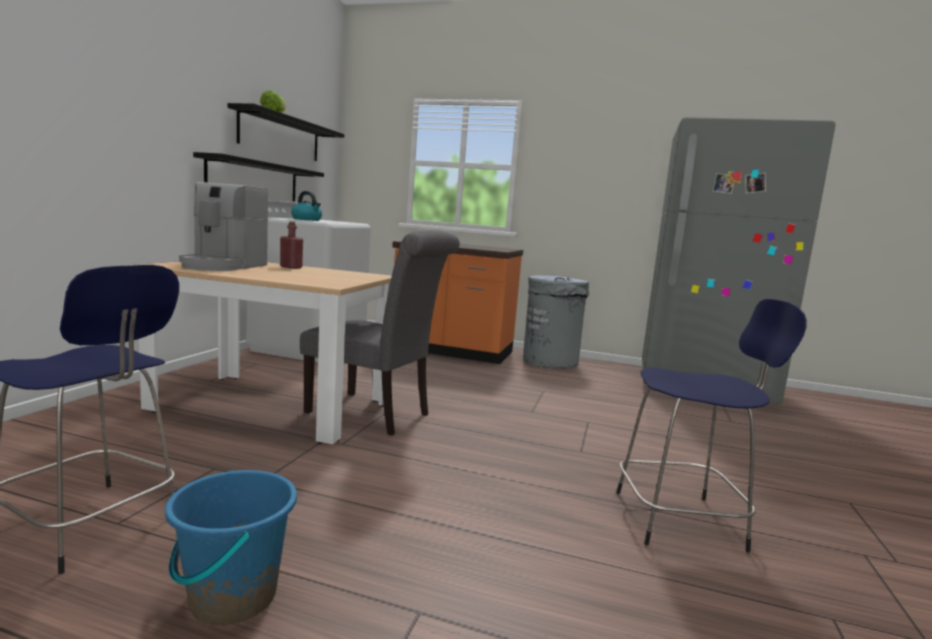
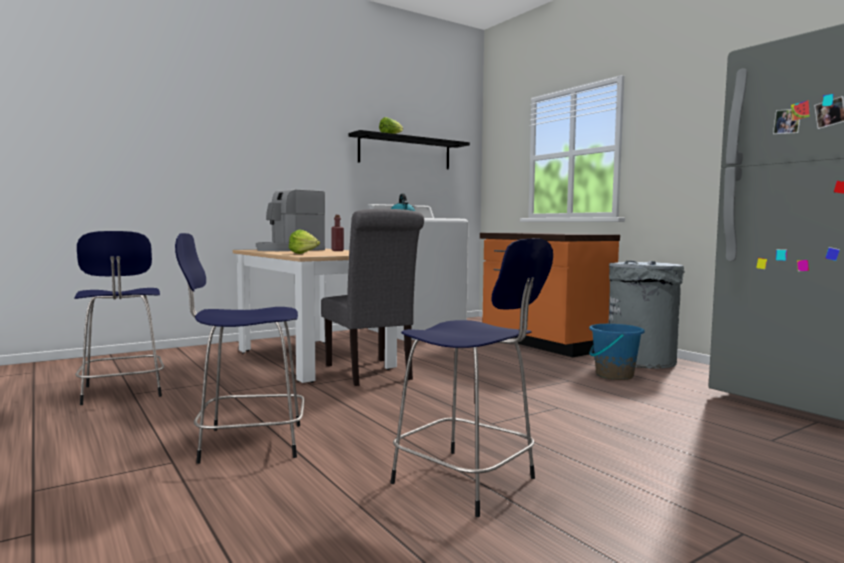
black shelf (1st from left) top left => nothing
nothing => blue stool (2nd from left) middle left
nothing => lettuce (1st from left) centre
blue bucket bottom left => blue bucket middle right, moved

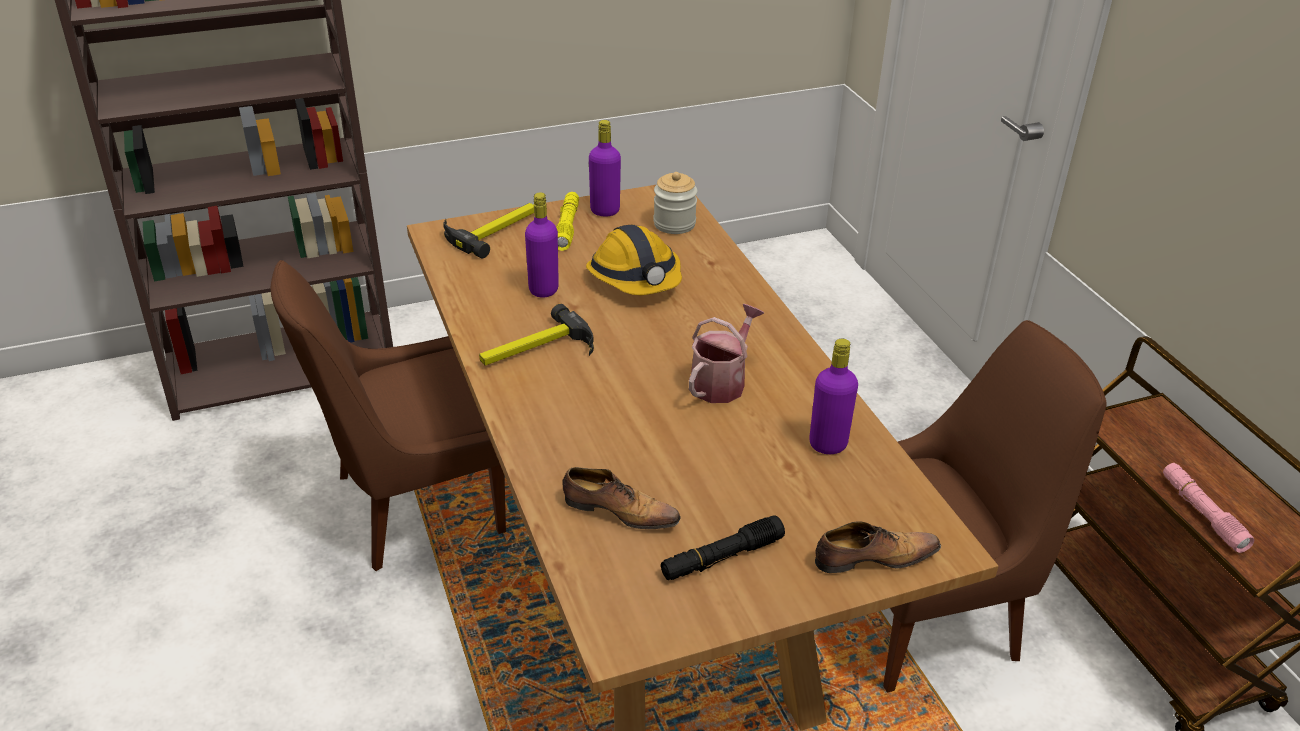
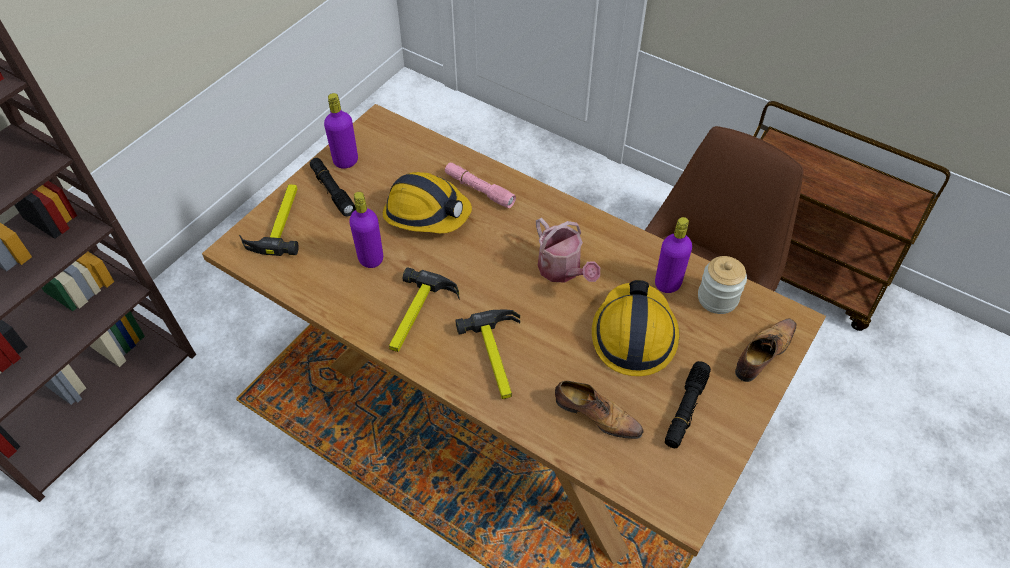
brown chair (1st from left) middle left => nothing
nothing => hammer (3rd from left) centre
nothing => hard hat (2nd from left) centre
jar top centre => jar middle right, moved
pink flashlight bottom right => pink flashlight top centre, moved
yellow flashlight top centre => black flashlight (1st from left) top left
shoe (1st from left) bottom centre, 45 degrees clockwise
watering can centre, 150 degrees clockwise

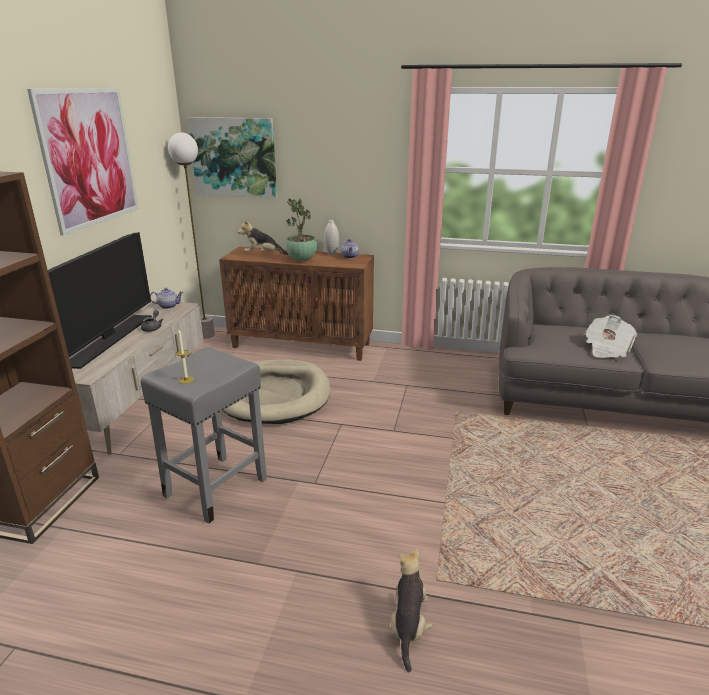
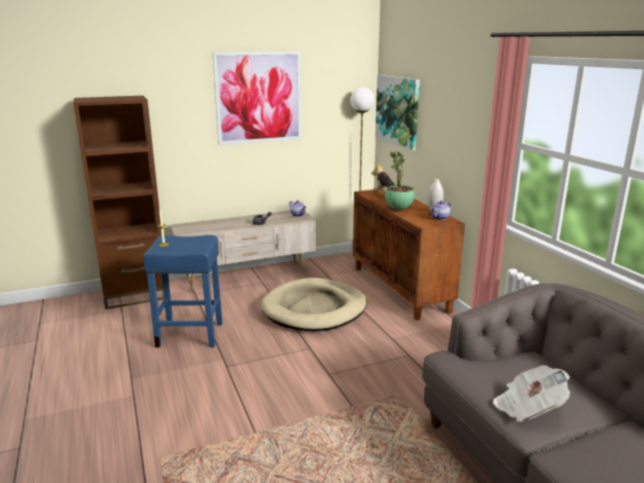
television middle left => nothing
plush toy (2nd from left) bottom centre => nothing
grey stool middle left => blue stool middle left

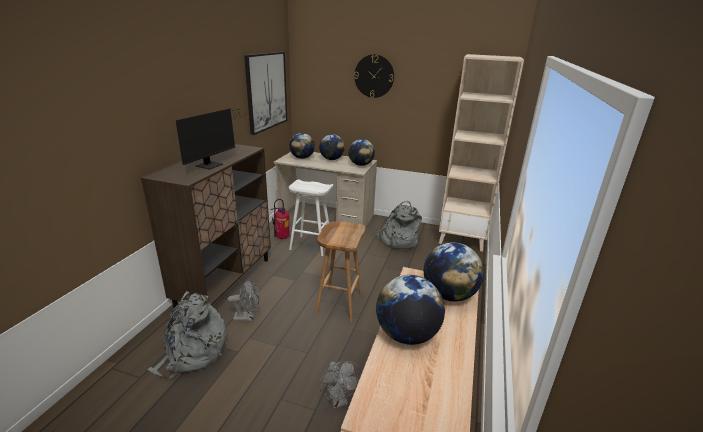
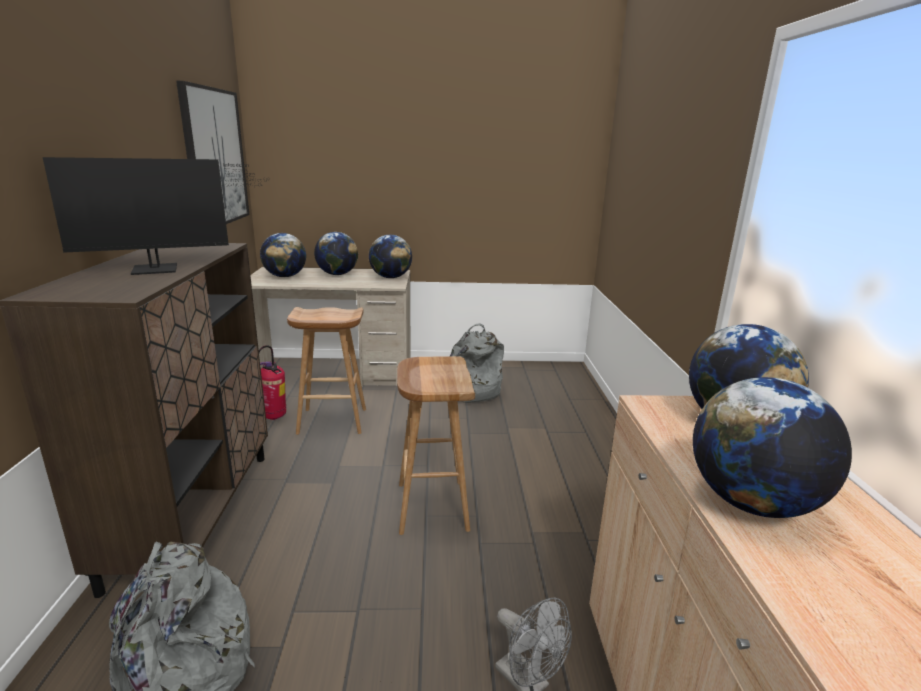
grey fan (1st from left) bottom centre => nothing
wall clock top centre => nothing
beige bookcase middle right => nothing
white stool centre => brown stool (1st from left) centre
monitor top left, 60 degrees clockwise

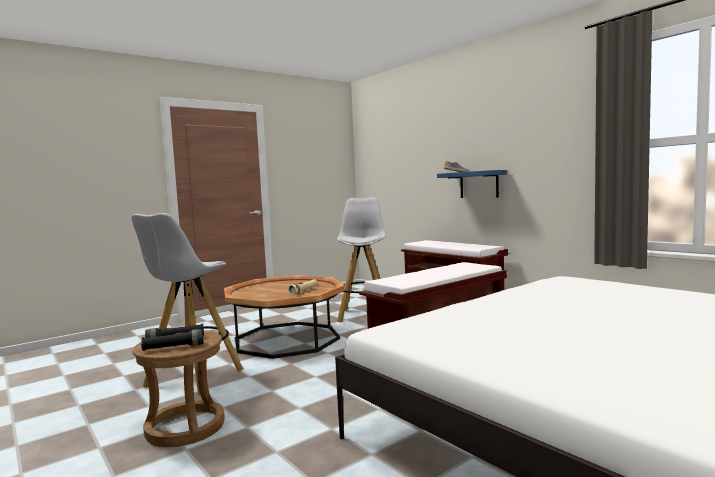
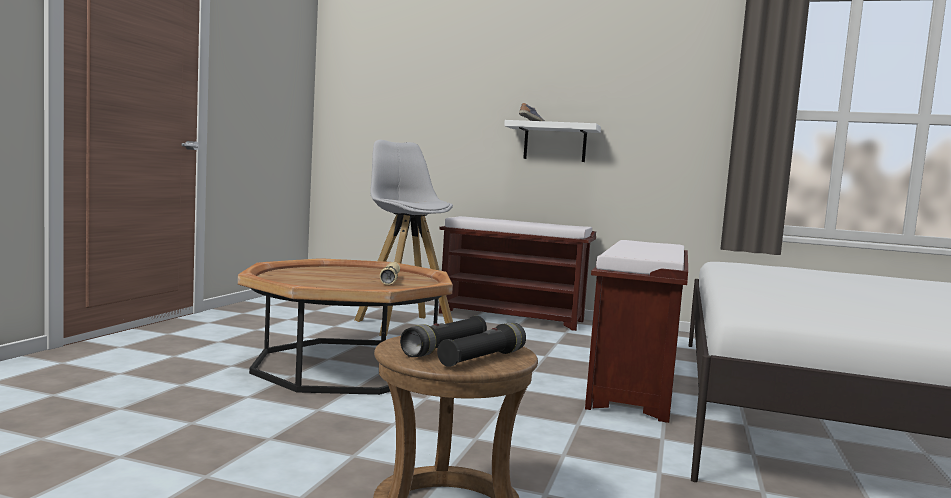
white stool (1st from left) middle left => nothing
blue shelf centre => white shelf top centre

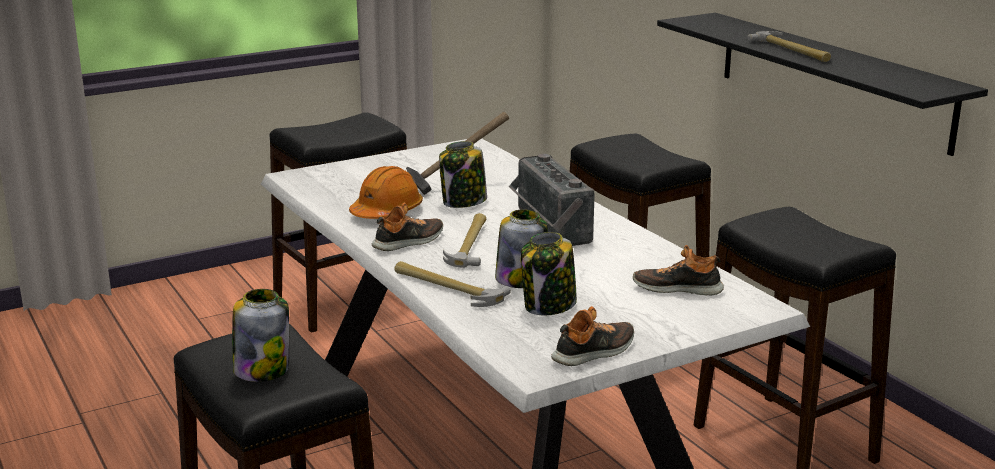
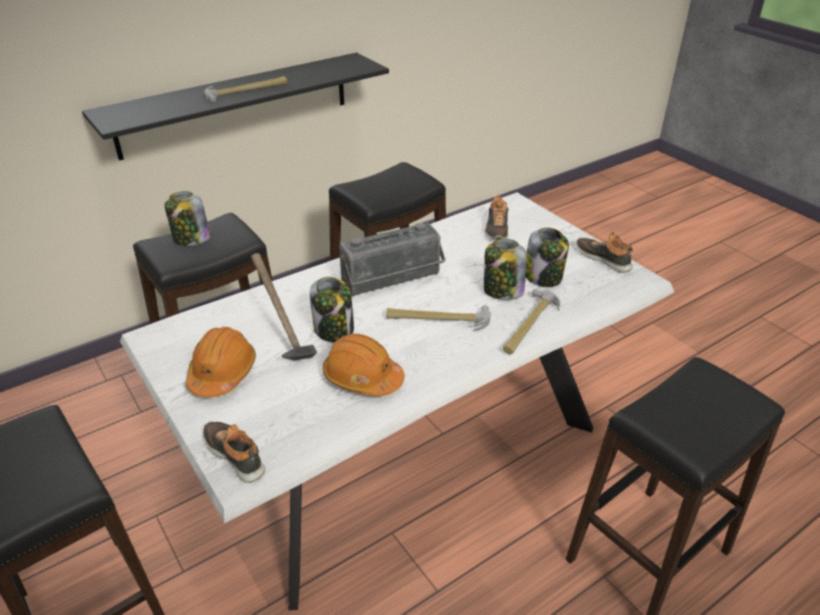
nothing => orange hard hat (1st from left) middle left
jar (1st from left) bottom left => jar (1st from left) middle left, moved
shoe (1st from left) centre => shoe (1st from left) bottom left, moved

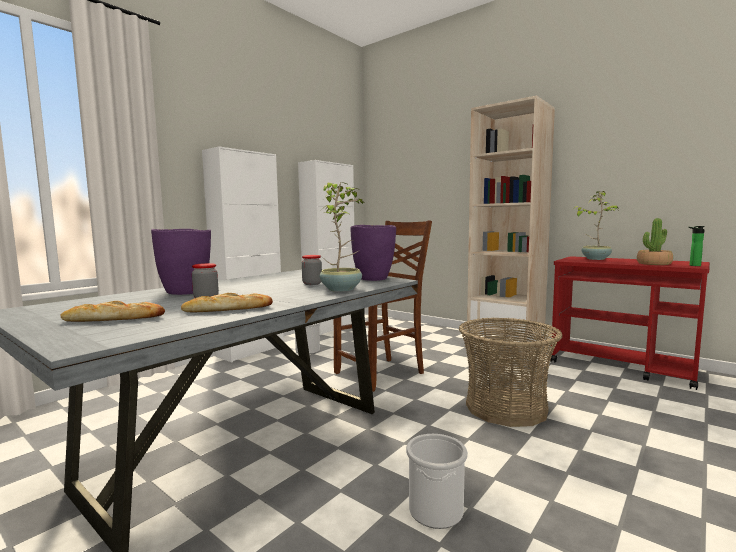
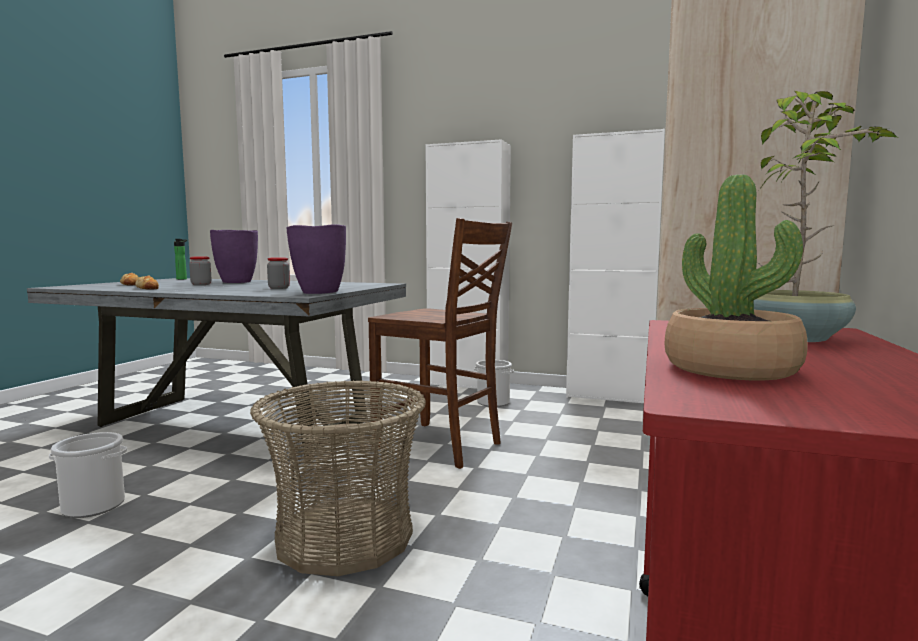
potted plant (1st from left) centre => nothing
bottle middle right => bottle middle left, moved

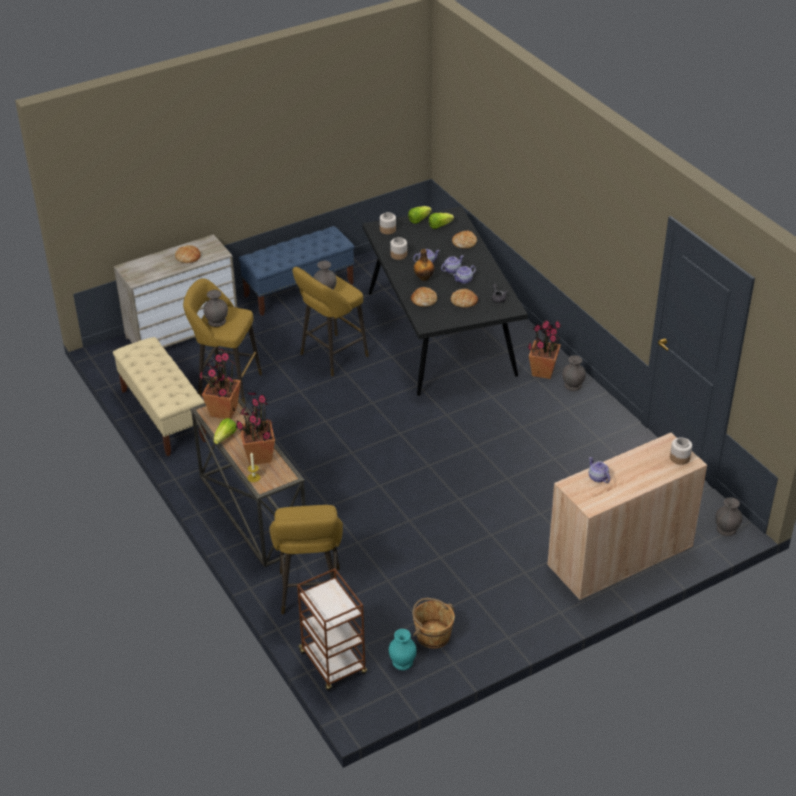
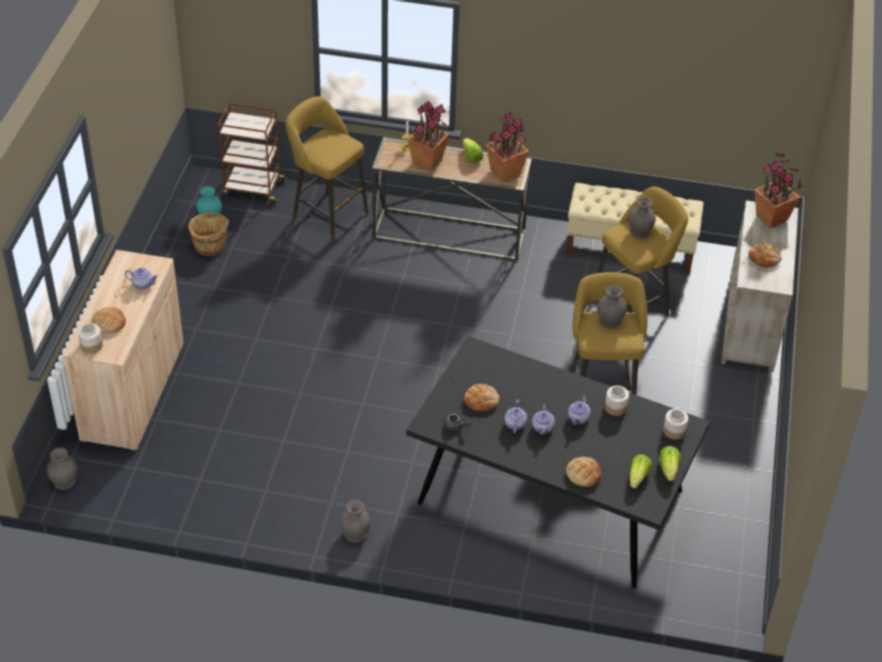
blue bench centre => nothing
bottle top centre => nothing
bread (2nd from left in the first image) centre => bread (1st from left) middle left, moved
potted plant (3rd from left) middle right => potted plant (3rd from left) top right, moved

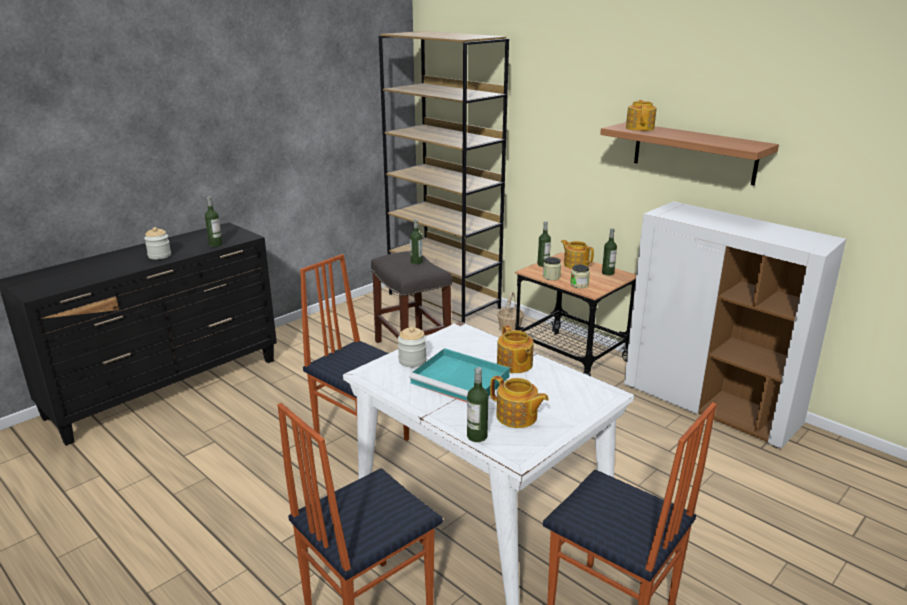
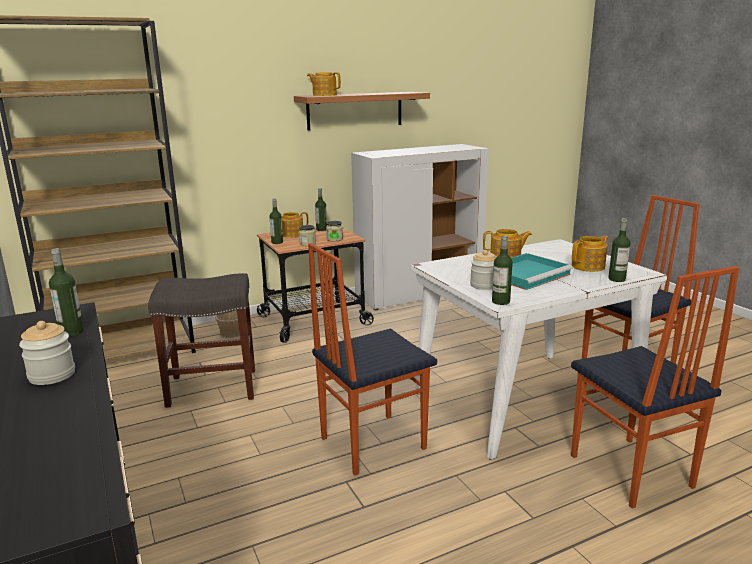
bottle (2nd from left in the first image) centre => bottle (4th from left) middle right, moved

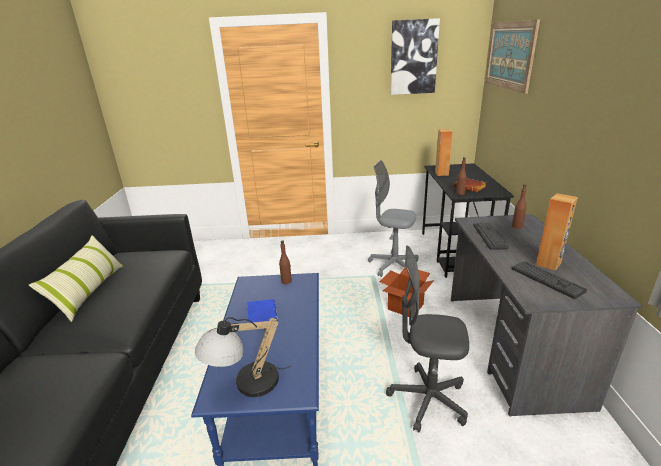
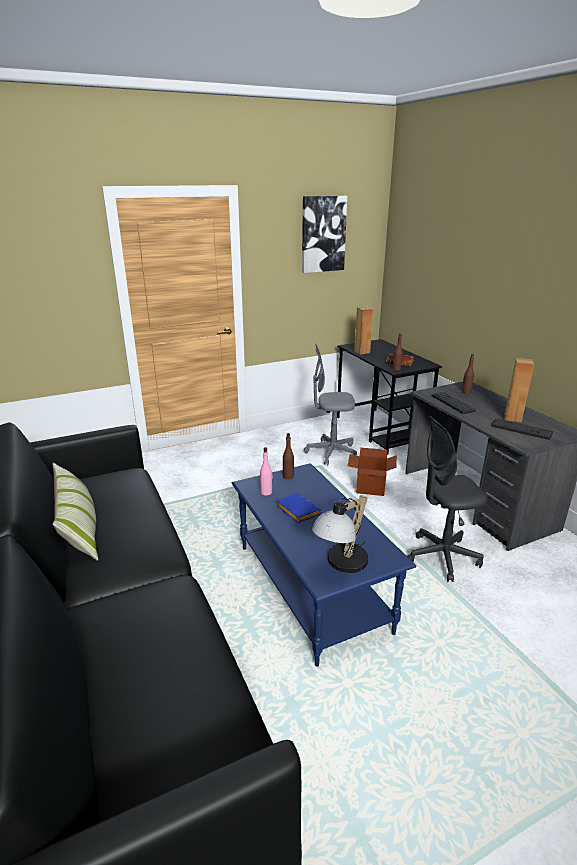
picture (2nd from left) top right => nothing
nothing => pink bottle centre

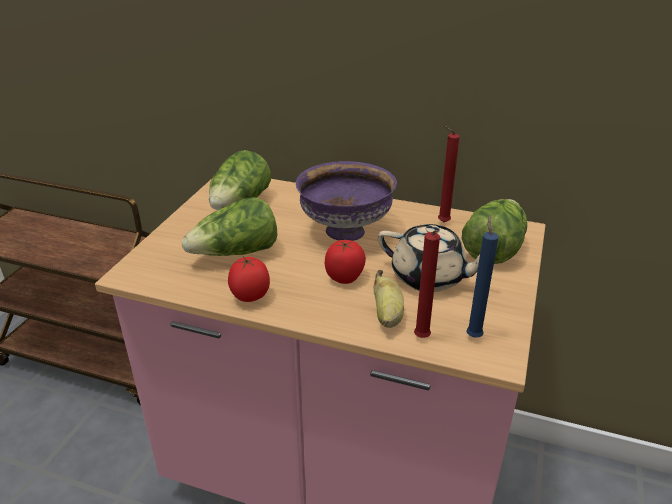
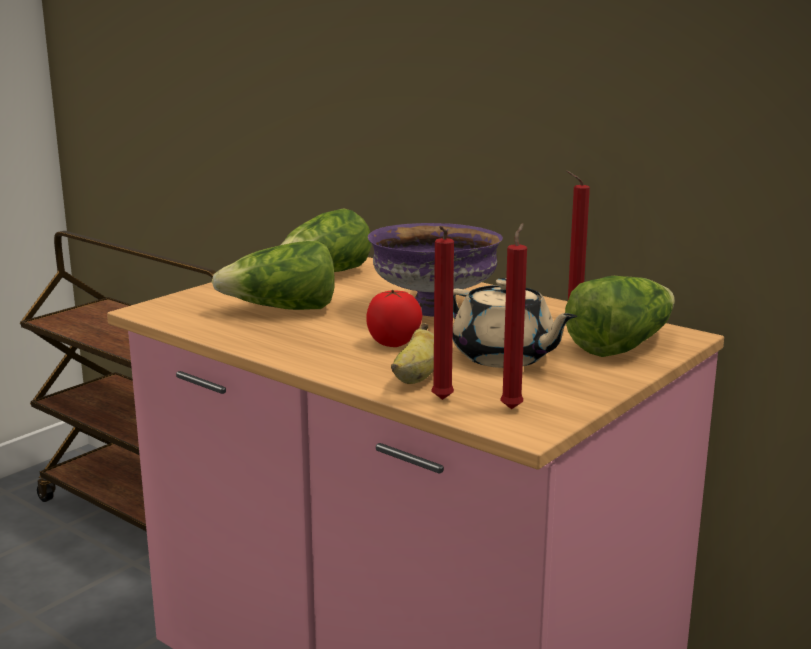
tomato (1st from left) centre => nothing
blue candle middle right => red candle (2nd from left) centre

